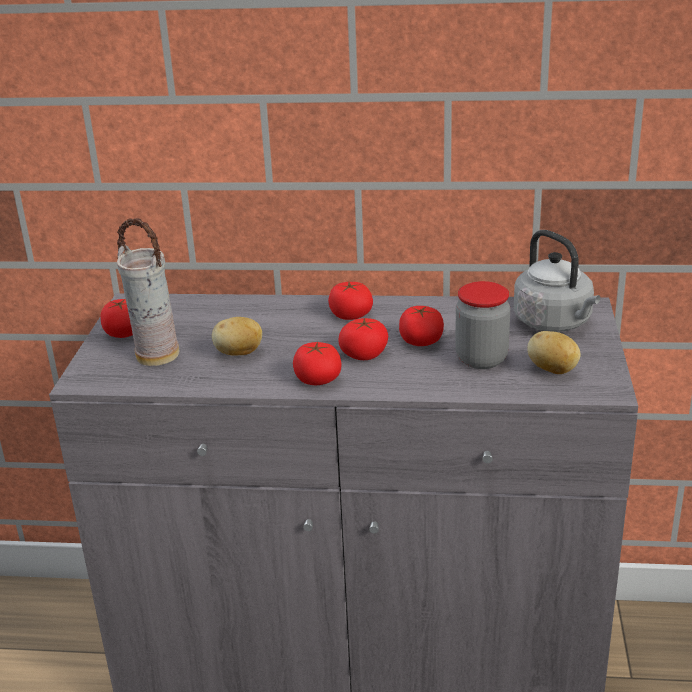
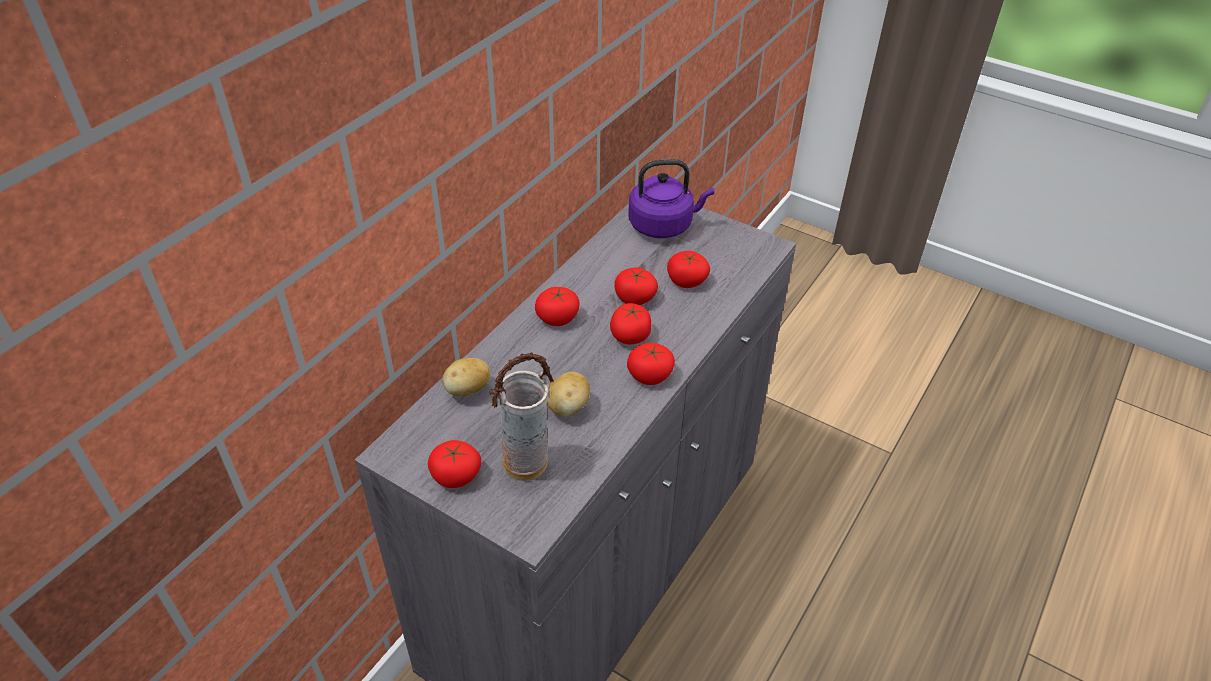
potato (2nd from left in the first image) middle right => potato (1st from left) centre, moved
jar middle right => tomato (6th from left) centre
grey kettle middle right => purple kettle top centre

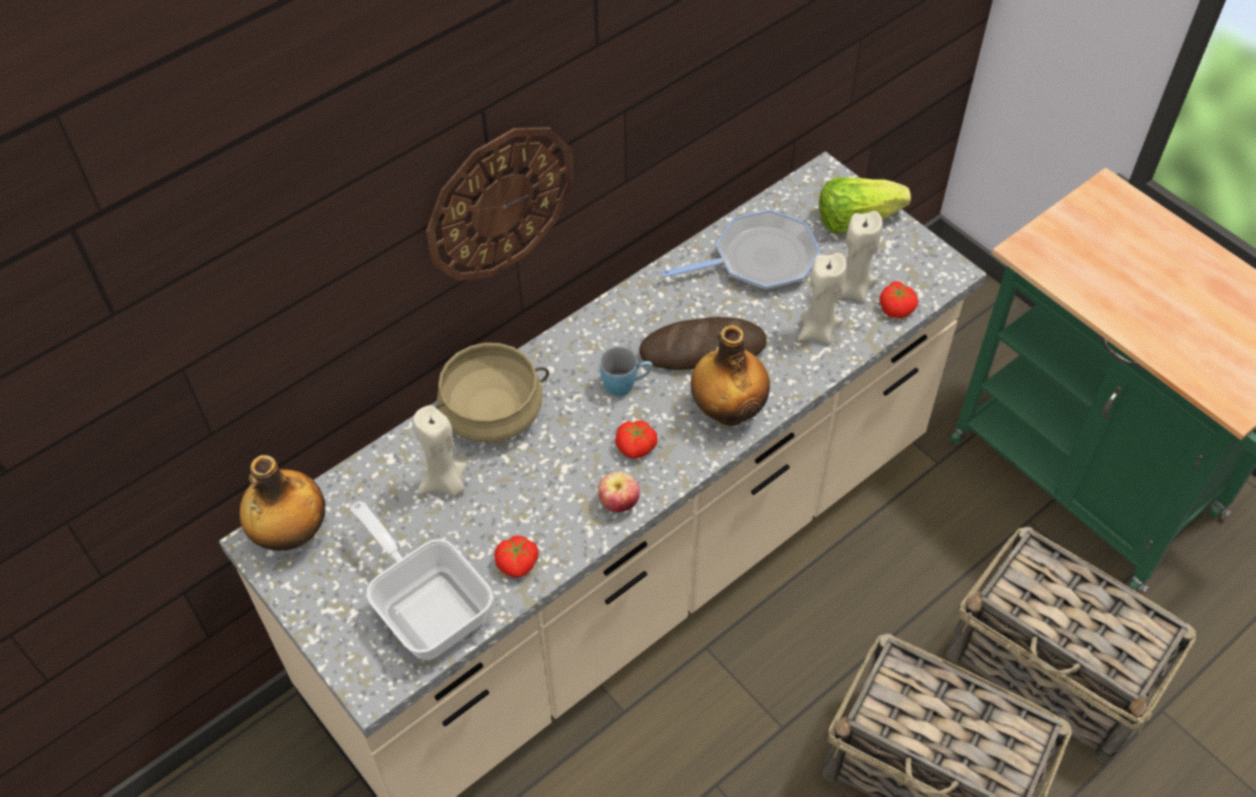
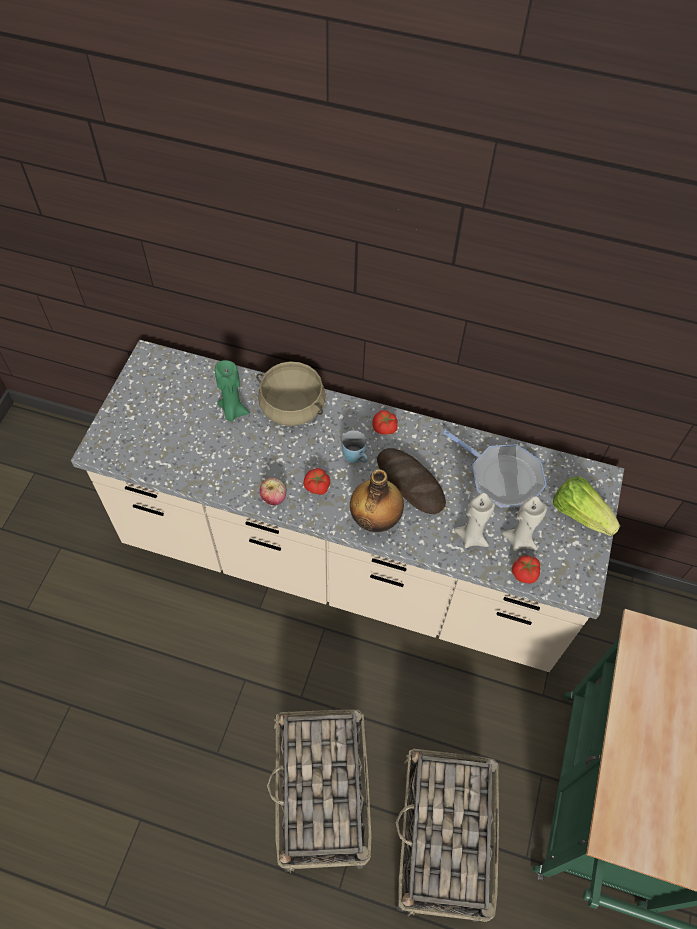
bottle (1st from left) middle left => nothing
frying pan (1st from left) bottom centre => nothing
wall clock top centre => nothing
tomato (1st from left in the first image) bottom centre => tomato (2nd from left) centre, moved
beige candle (1st from left) centre => green candle middle left

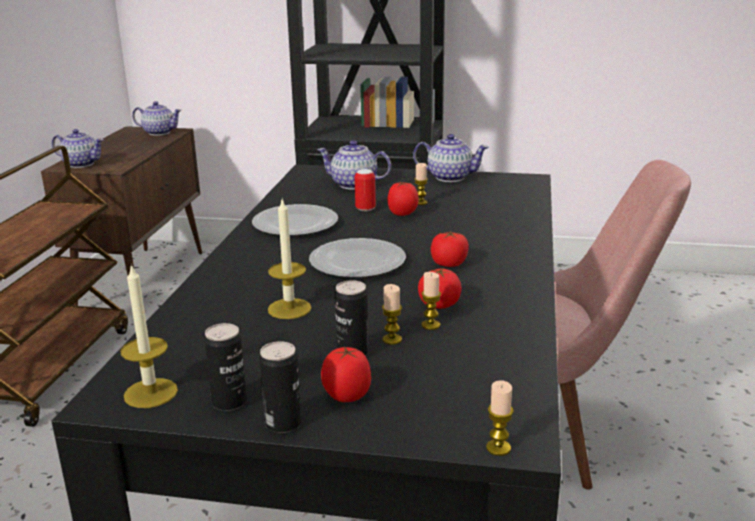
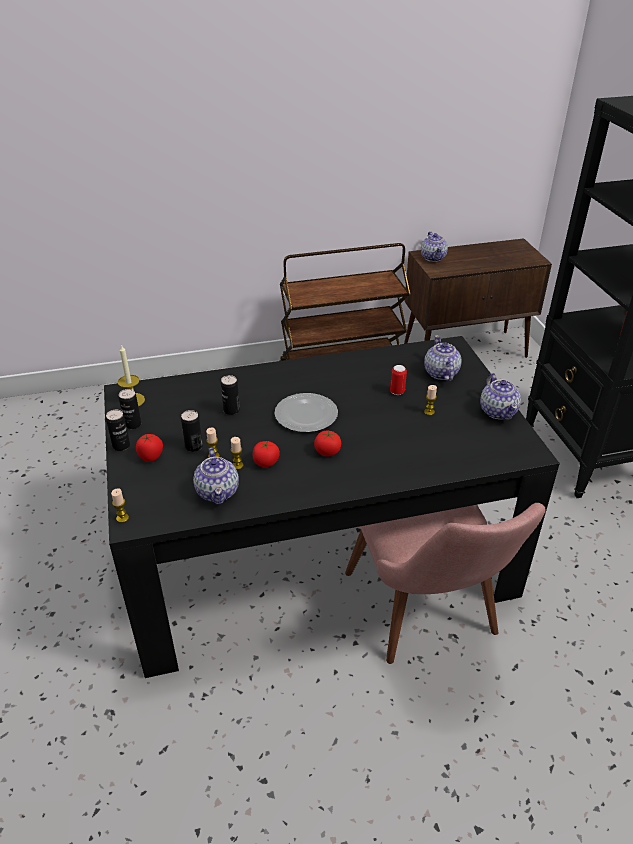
plate (1st from left) centre => nothing
tomato (2nd from left) centre => nothing
teapot (2nd from left in the first image) top left => teapot (1st from left) centre, moved
candle (2nd from left) centre => can (4th from left) centre

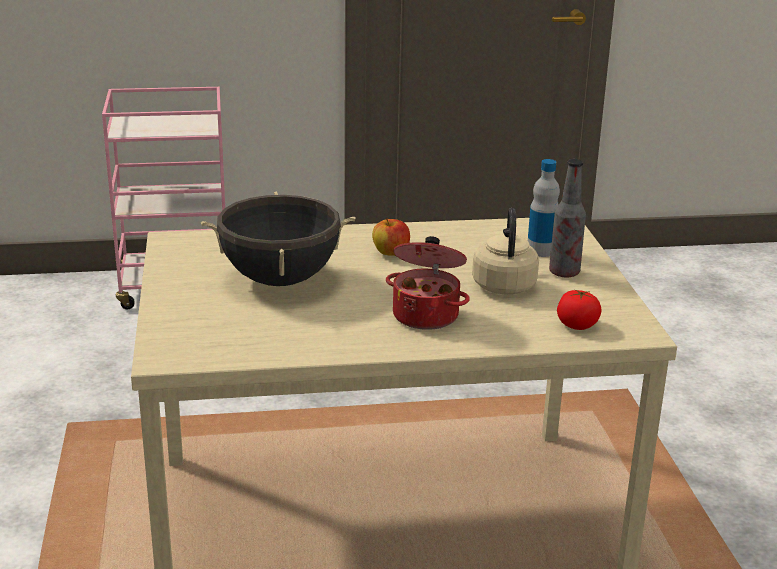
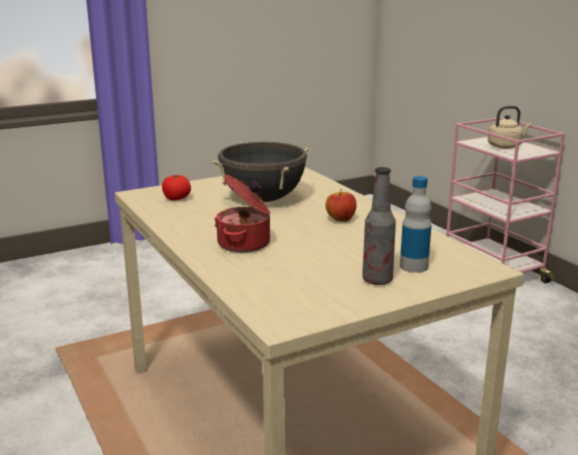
beige kettle centre => beige kettle top right, moved
tomato middle right => tomato middle left, moved

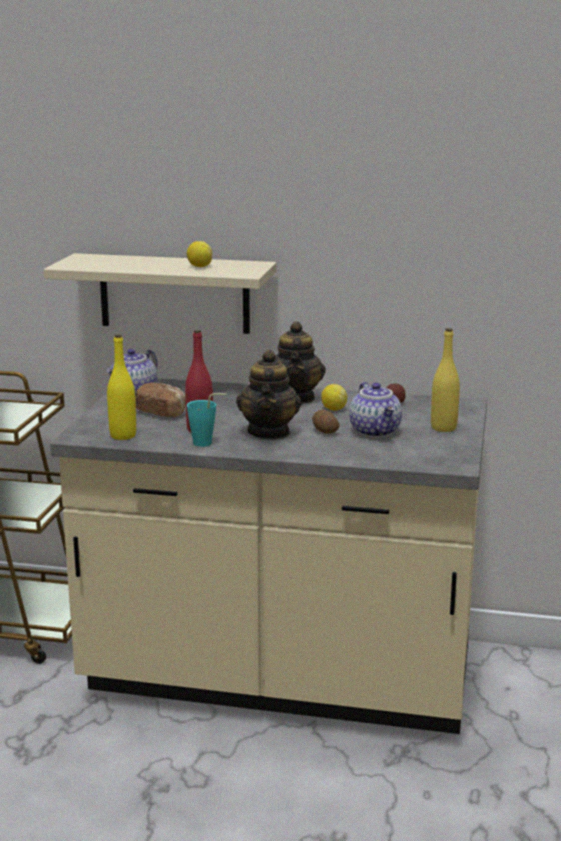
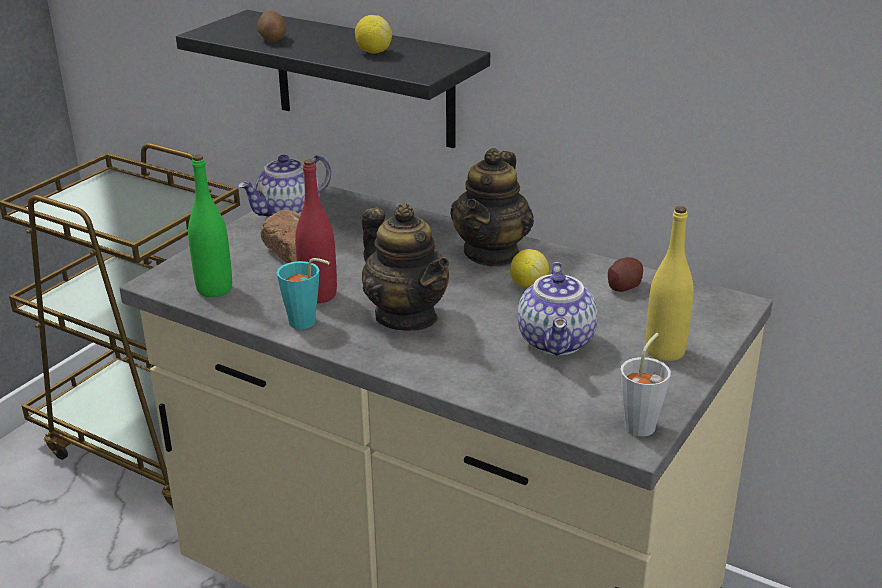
nothing => grey cup middle right
potato (1st from left) centre => potato (1st from left) top left, moved
beige shelf middle left => black shelf top centre
yellow bottle (1st from left) middle left => green bottle middle left
teapot (2nd from left) centre, 60 degrees counterclockwise

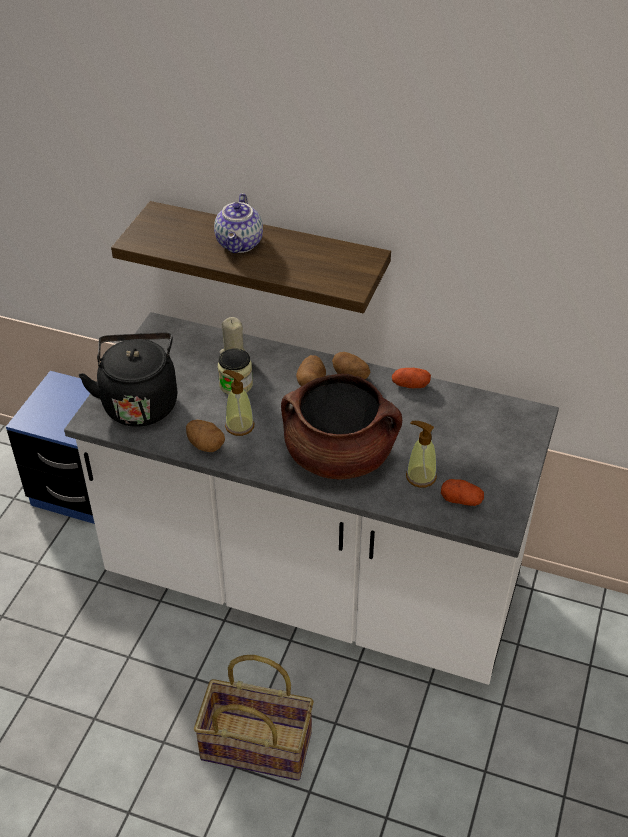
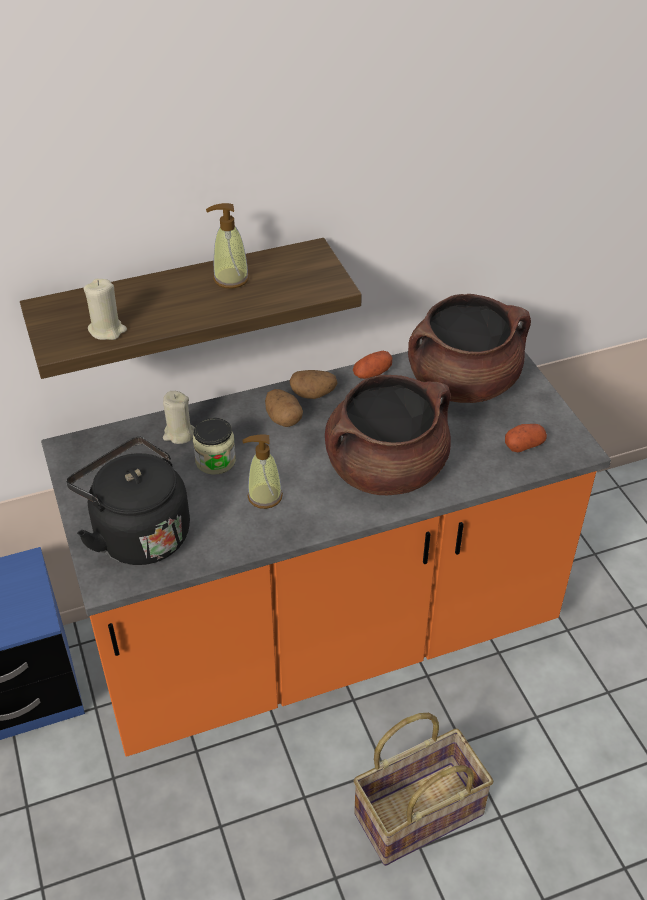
potato (1st from left) middle left => nothing
teapot top centre => nothing
nothing => beige candle (1st from left) middle left
nothing => brown cooking pot (2nd from left) middle right
soap dispenser (2nd from left in the first image) middle right => soap dispenser (1st from left) top centre, moved
white counter centre => orange counter centre

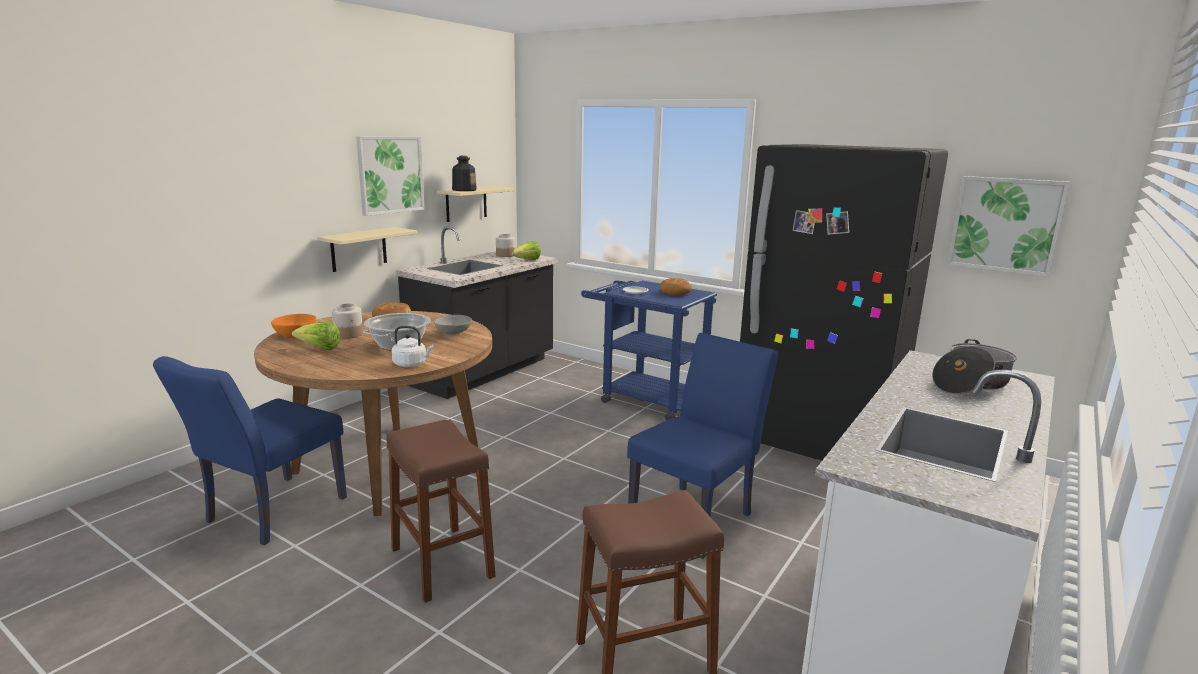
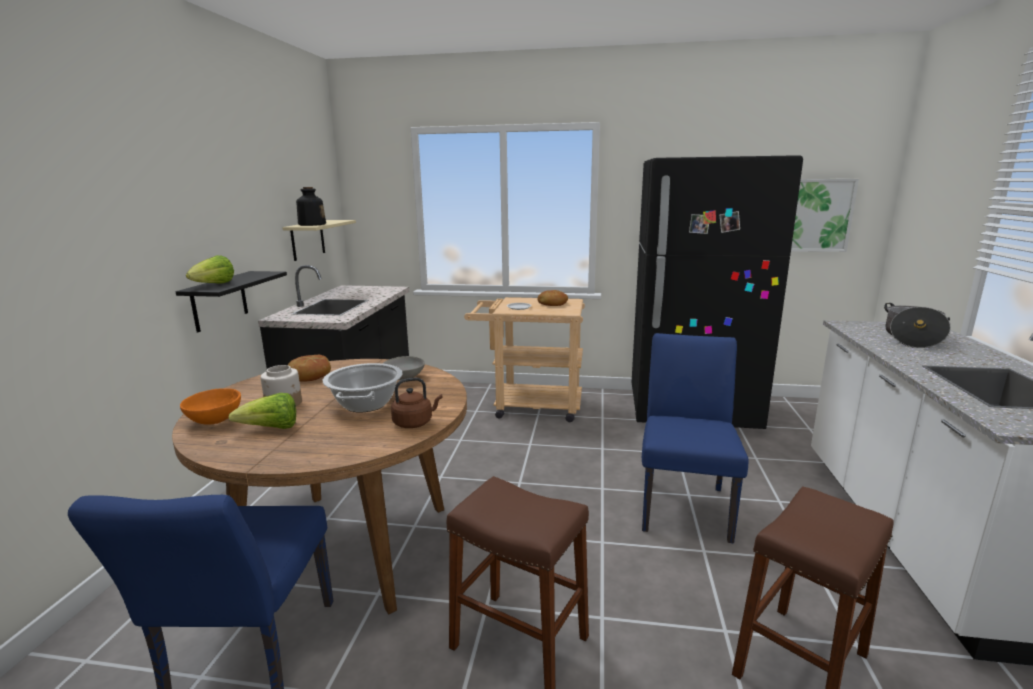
picture (1st from left) top left => nothing
jar (2nd from left) centre => nothing
lettuce (2nd from left in the first image) centre => lettuce (1st from left) middle left, moved
beige shelf (1st from left) middle left => black shelf middle left
white kettle centre => brown kettle centre
blue cart centre => beige cart centre

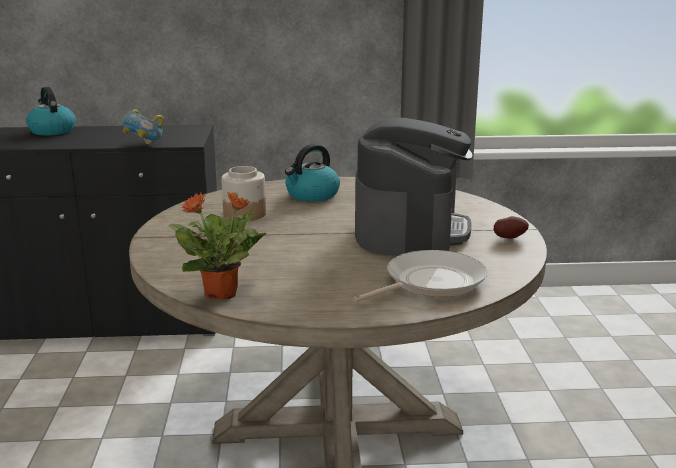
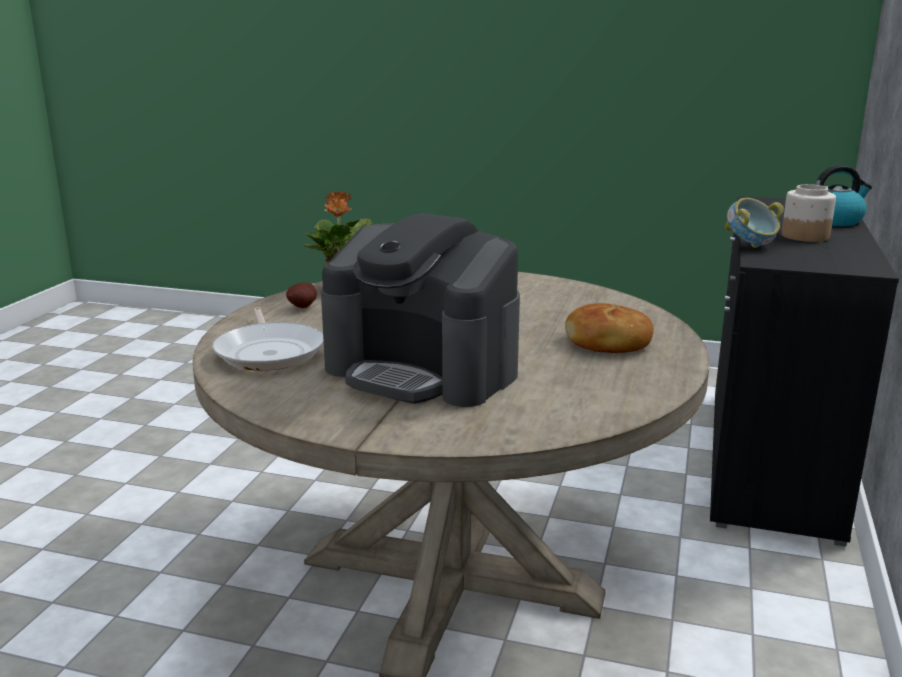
jar centre => jar top right, moved
potato middle right => potato centre, moved
kettle (2nd from left) centre => bread middle right

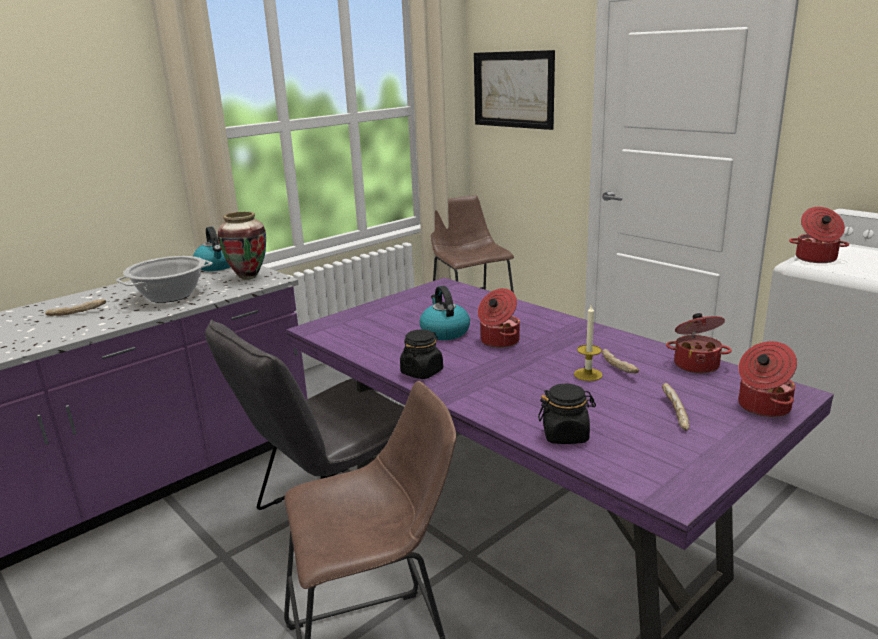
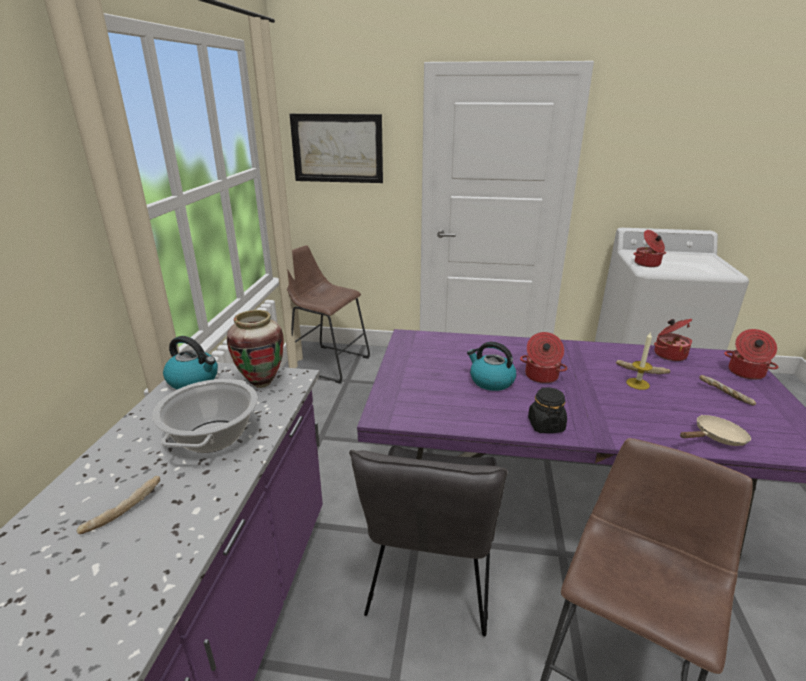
black jar (2nd from left) centre => beige frying pan middle right

